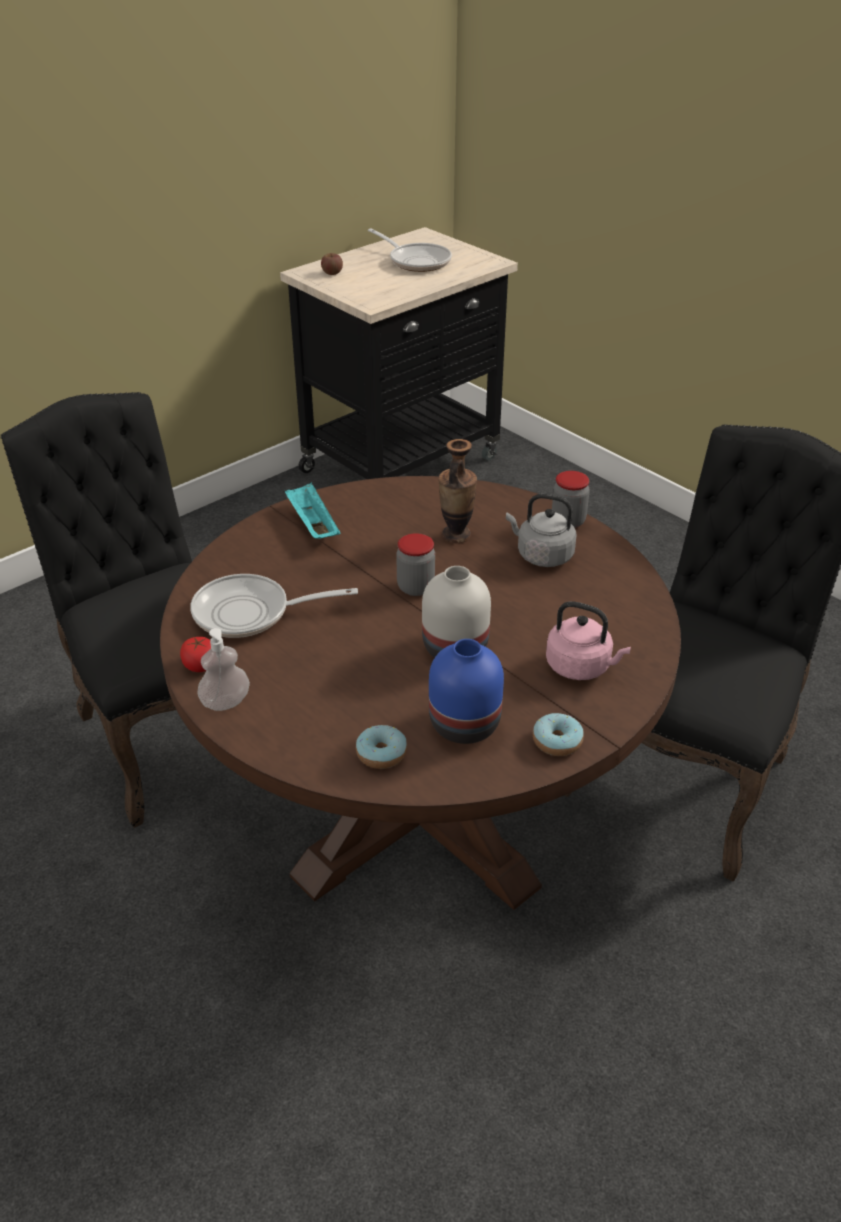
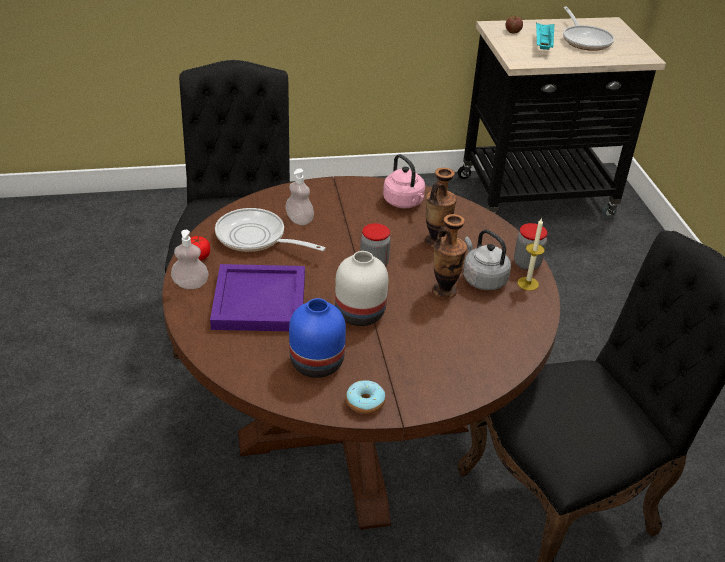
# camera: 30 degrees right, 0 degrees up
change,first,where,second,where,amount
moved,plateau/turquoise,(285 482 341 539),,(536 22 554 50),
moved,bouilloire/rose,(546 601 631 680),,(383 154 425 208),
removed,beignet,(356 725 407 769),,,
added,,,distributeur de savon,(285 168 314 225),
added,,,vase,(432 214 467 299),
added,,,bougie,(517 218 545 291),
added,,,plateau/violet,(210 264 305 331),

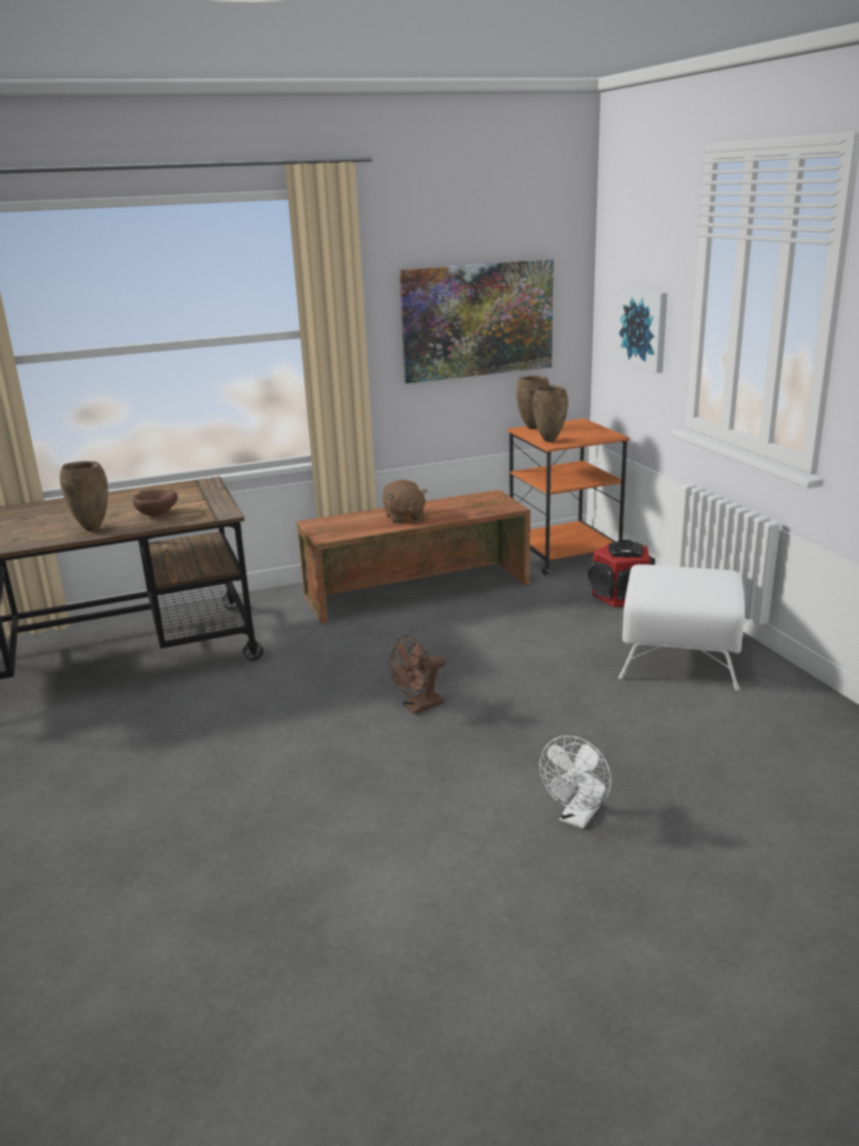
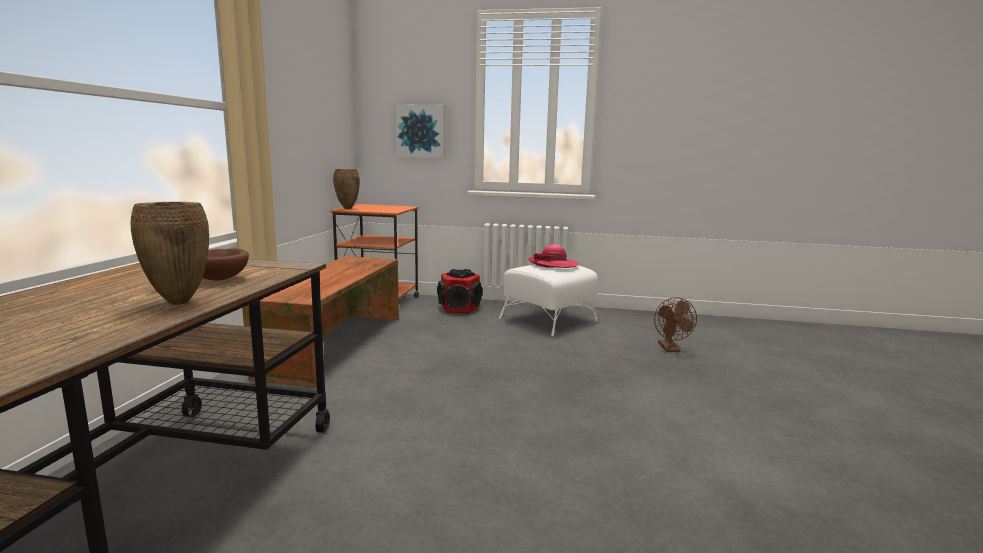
# camera: 60 degrees left, 10 degrees down
change,first,where,second,where,amount
removed,tableau,(399 259 554 384),,,
removed,vase/marron,(533 385 568 442),,,
removed,peluche/marron,(382 480 427 524),,,
moved,ventilateur/marron,(390 635 446 714),,(654 297 697 352),
removed,ventilateur/blanc,(539 736 611 829),,,
added,,,chapeau,(528 244 579 268),

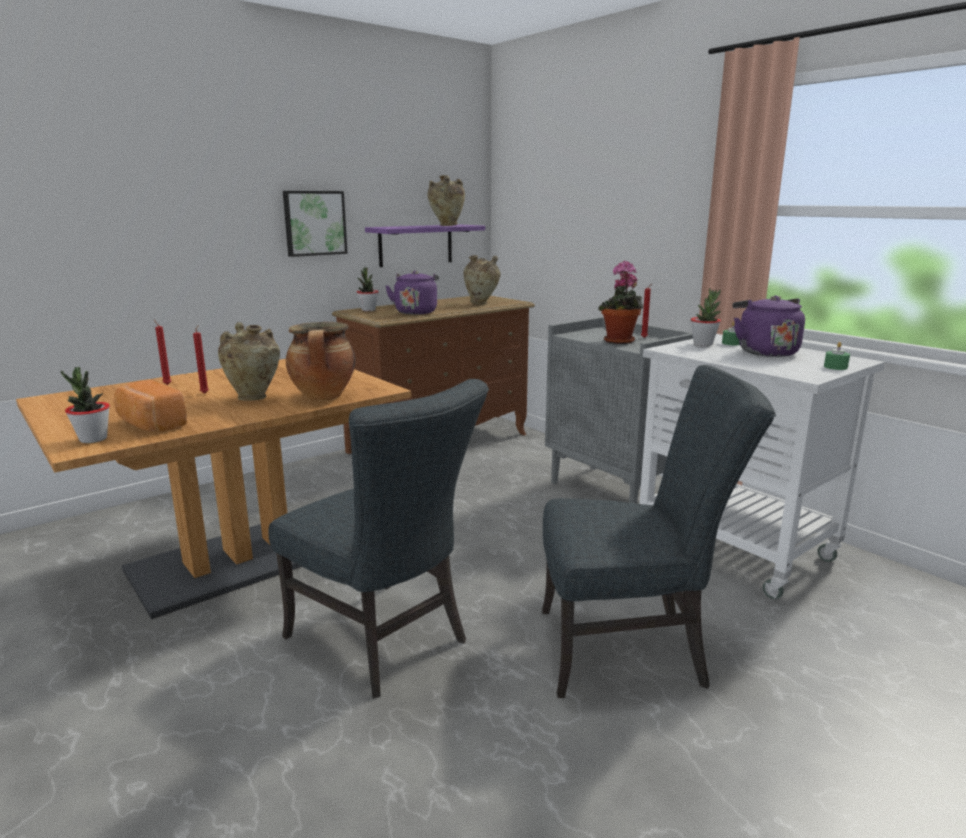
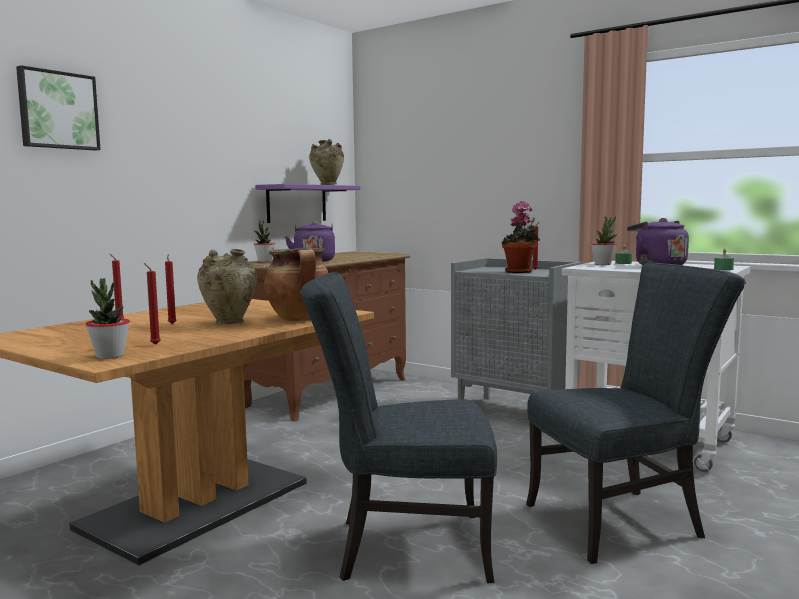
# camera: 15 degrees left, 10 degrees down
change,first,where,second,where,amount
moved,tableau,(283 191 348 257),,(16 65 100 151),
removed,vase/beige,(463 255 501 304),,,
turned,chaise/gris,(269 379 489 698),,(300 272 497 583),150 degrees clockwise
replaced,pain,(114 380 187 432),bougie/rouge,(144 263 161 345),

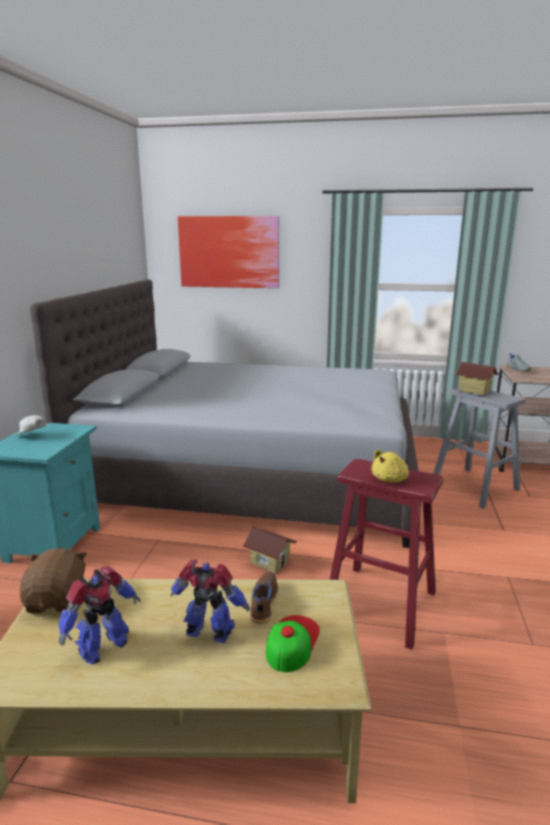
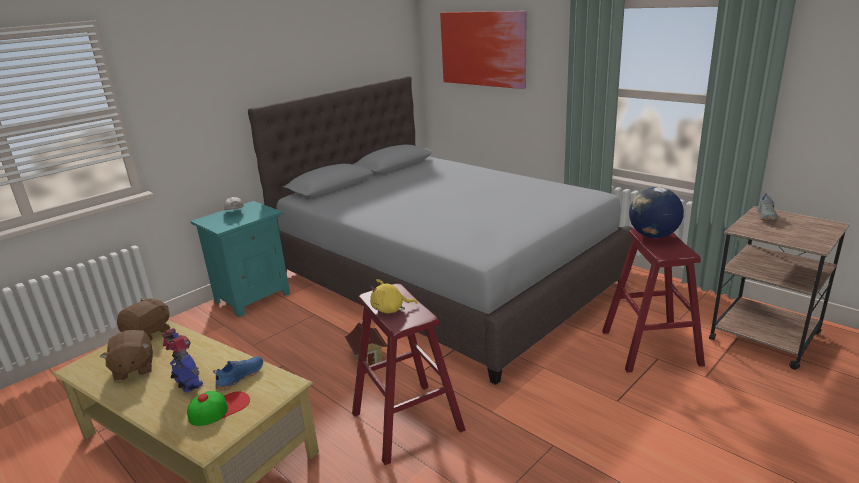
# camera: 35 degrees right, 5 degrees up
change,first,where,second,where,amount
replaced,maison miniature,(455 362 498 396),globe,(629 187 684 238),
recoloured,tabouret/gris,(433 388 526 509),tabouret/rouge,(602 229 705 373),
replaced,robot jouet,(58 566 141 665),peluche/marron,(100 330 153 381),
recoloured,chaussure/marron,(250 572 278 624),chaussure/bleu,(213 356 263 390),

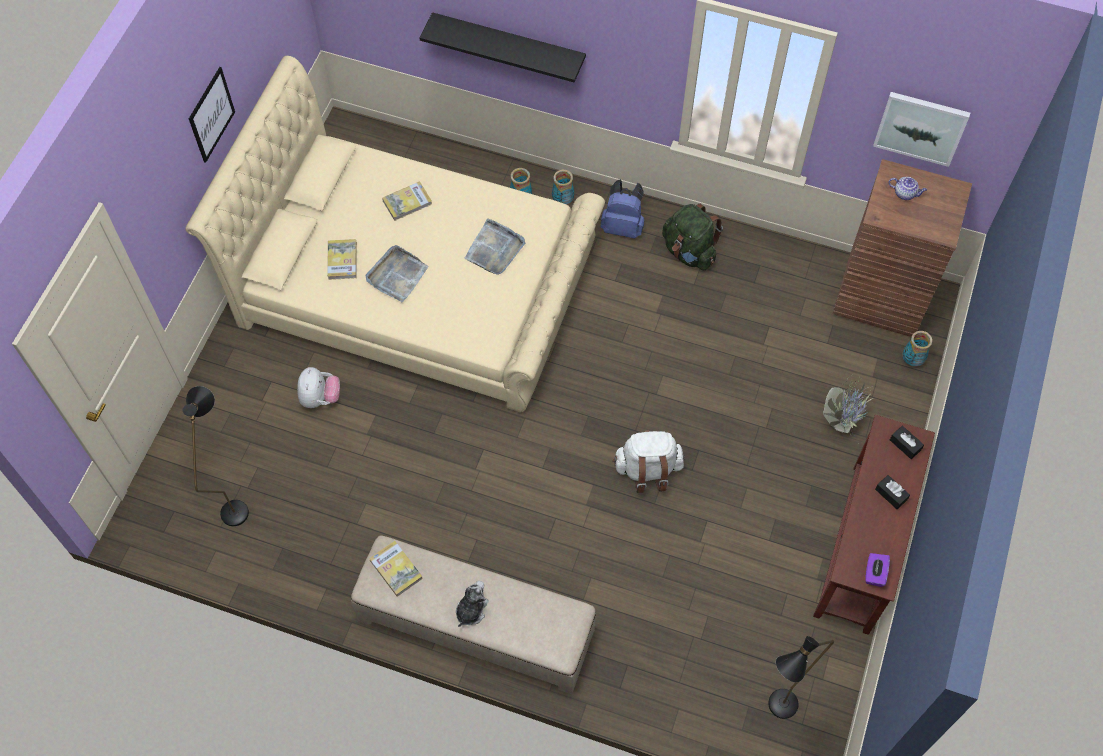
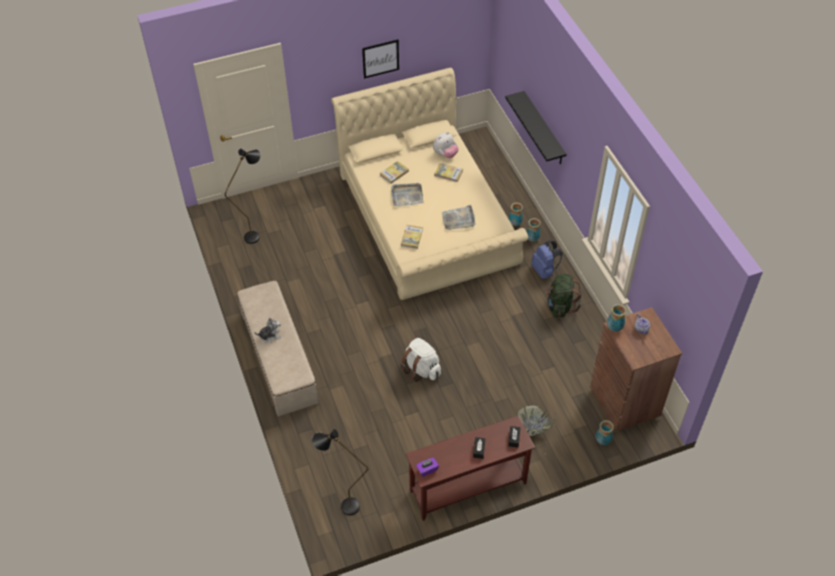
# camera: 50 degrees right, 10 degrees down
change,first,where,second,where,amount
removed,tableau,(873 92 970 167),,,
moved,peluche,(297 367 340 408),,(433 132 459 158),
moved,livre,(369 541 423 597),,(401 225 423 249),
added,,,vase,(607 304 626 332),

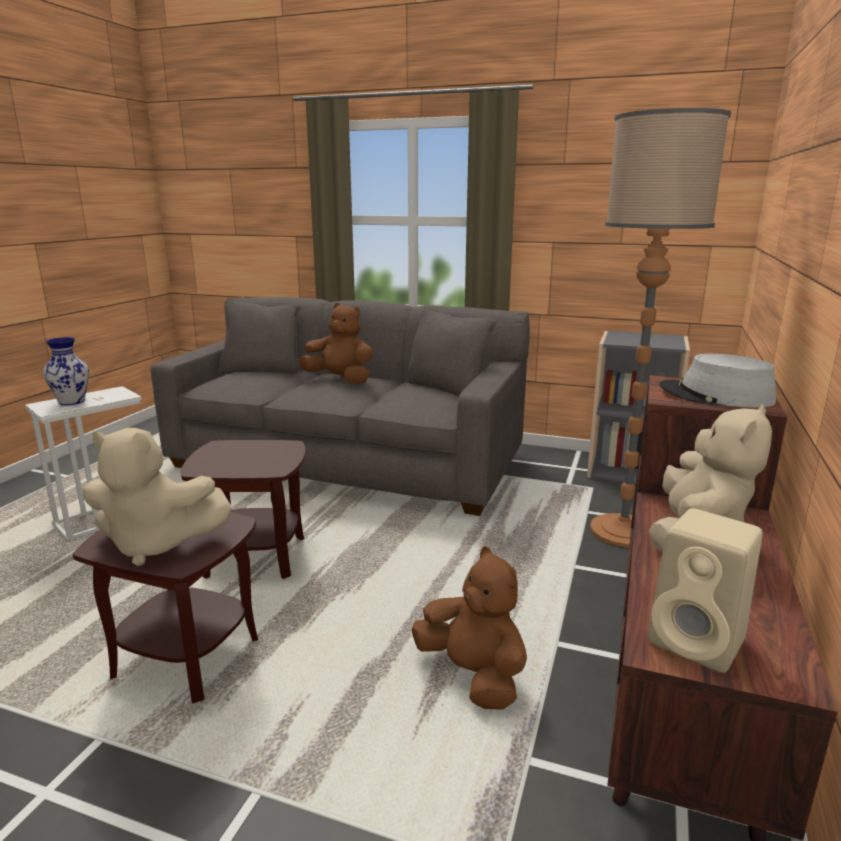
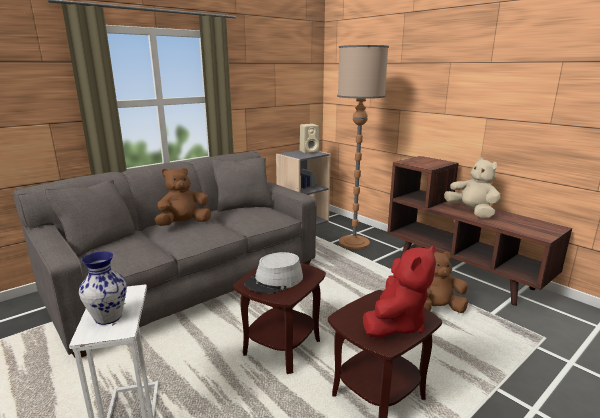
# camera: 60 degrees left, 0 degrees up
change,first,where,second,where,amount
moved,chapeau/gris,(659 354 776 408),,(244 252 303 294),
recoloured,peluche/beige,(83 428 232 566),peluche/rouge,(363 245 436 338),
moved,enceinte/beige,(648 508 762 673),,(300 124 319 153),

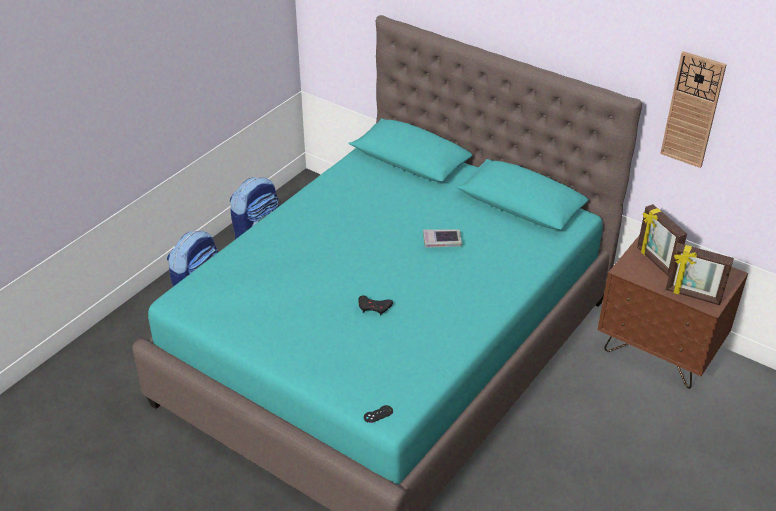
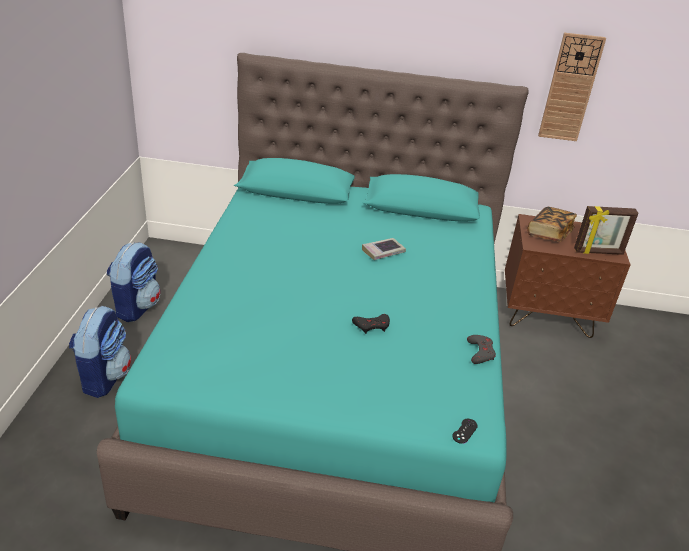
# camera: 30 degrees left, 5 degrees down
change,first,where,second,where,amount
replaced,cadre photo,(637 204 687 276),livre,(528 207 577 242),
added,,,manette/gris,(467 335 496 364),

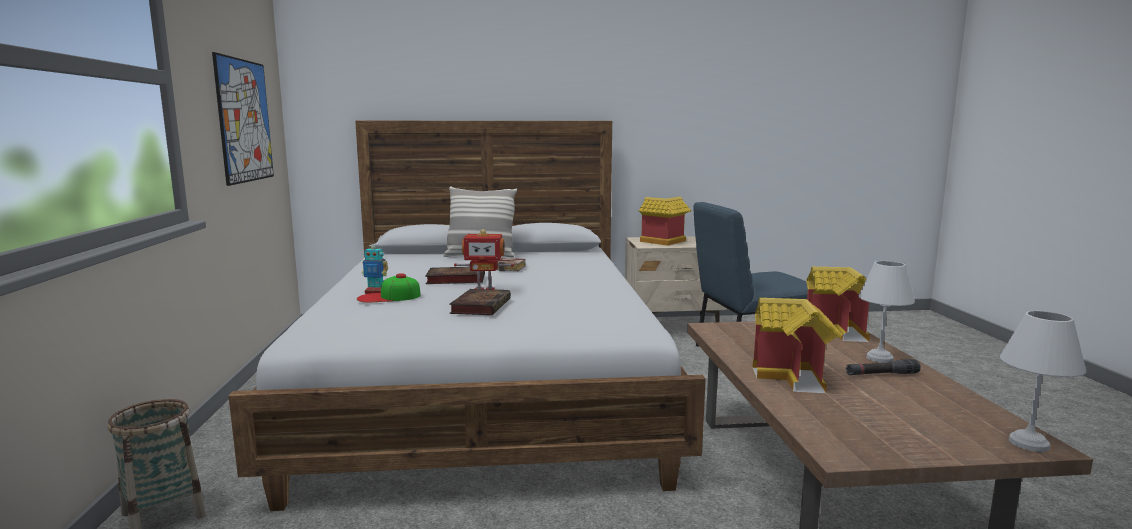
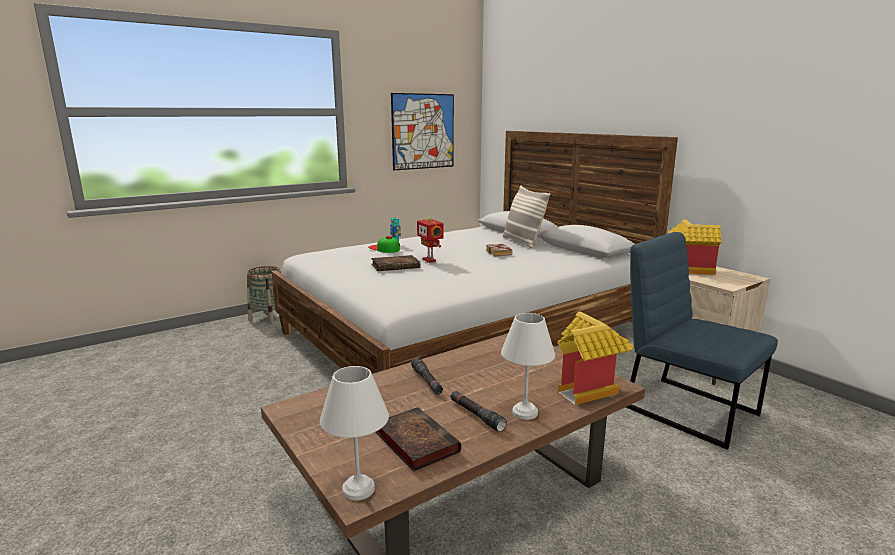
# camera: 60 degrees right, 5 degrees up
change,first,where,second,where,amount
moved,livre,(425 267 485 284),,(376 407 461 472),
replaced,maison miniature,(753 298 842 393),lampe de poche/noir,(411 358 443 395),

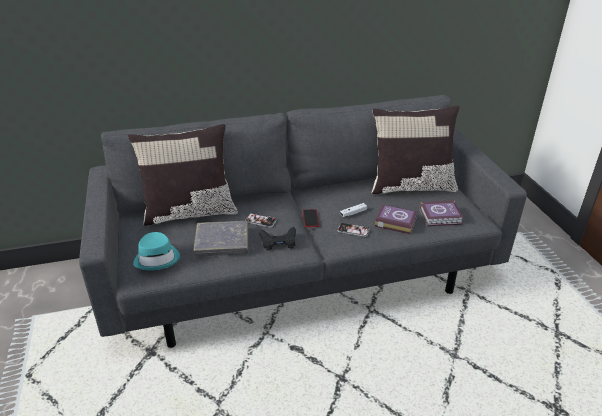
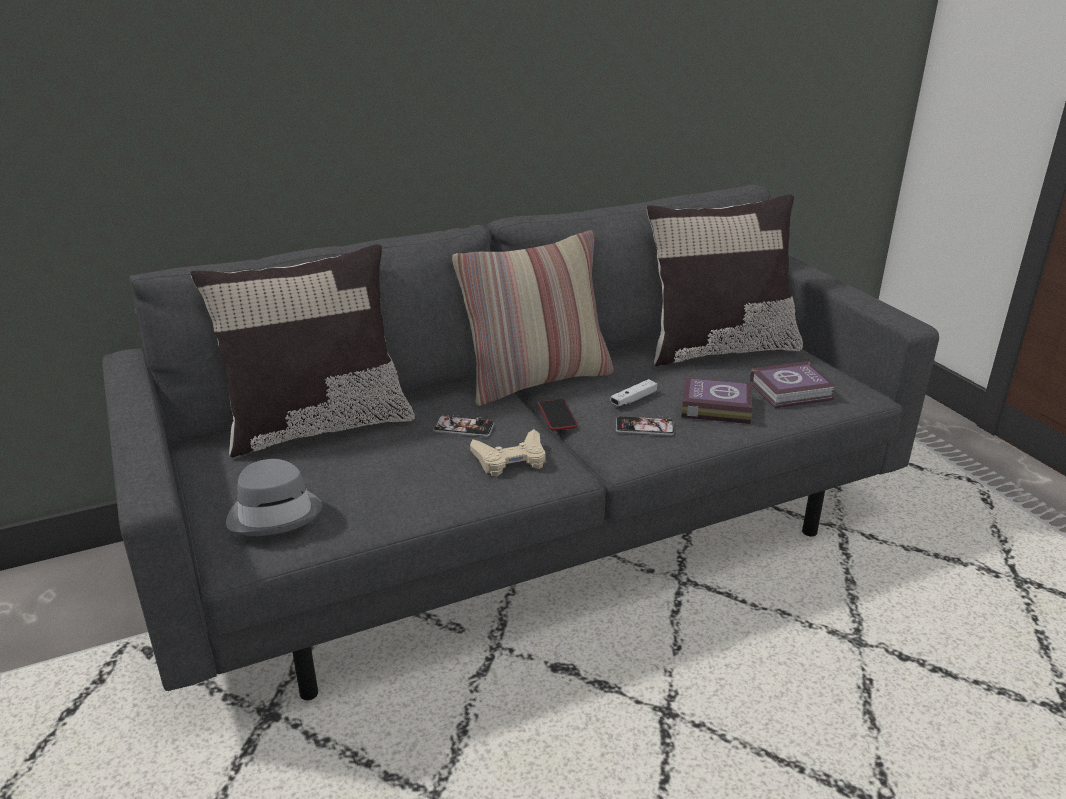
# camera: 10 degrees left, 5 degrees down
change,first,where,second,where,amount
removed,livre/gris,(193 221 248 257),,,
recoloured,manette/noir,(259 227 296 250),manette/beige,(470 429 546 476),
recoloured,chapeau/turquoise,(133 232 180 270),chapeau/gris,(226 459 323 536),
added,,,coussin,(452 230 614 406),

